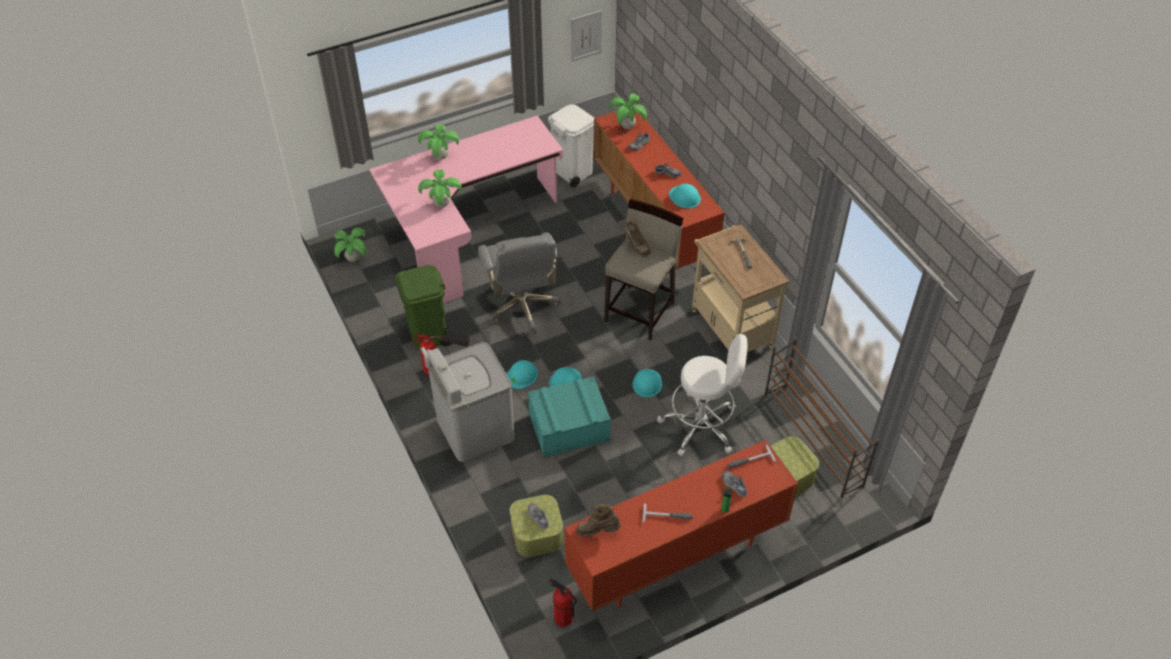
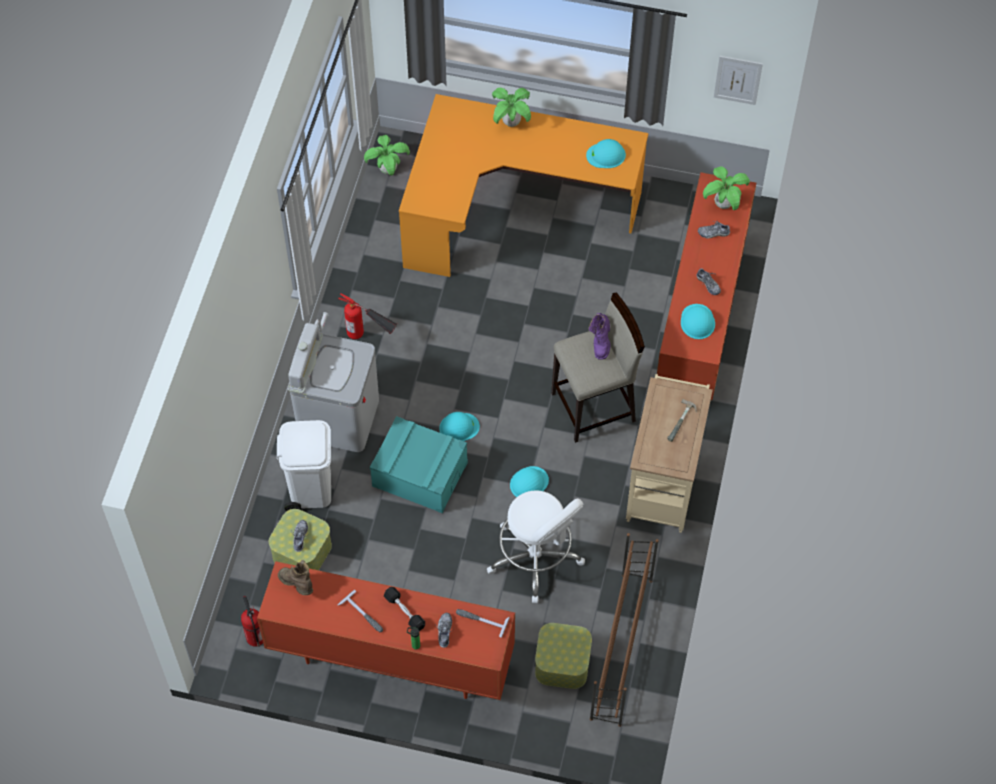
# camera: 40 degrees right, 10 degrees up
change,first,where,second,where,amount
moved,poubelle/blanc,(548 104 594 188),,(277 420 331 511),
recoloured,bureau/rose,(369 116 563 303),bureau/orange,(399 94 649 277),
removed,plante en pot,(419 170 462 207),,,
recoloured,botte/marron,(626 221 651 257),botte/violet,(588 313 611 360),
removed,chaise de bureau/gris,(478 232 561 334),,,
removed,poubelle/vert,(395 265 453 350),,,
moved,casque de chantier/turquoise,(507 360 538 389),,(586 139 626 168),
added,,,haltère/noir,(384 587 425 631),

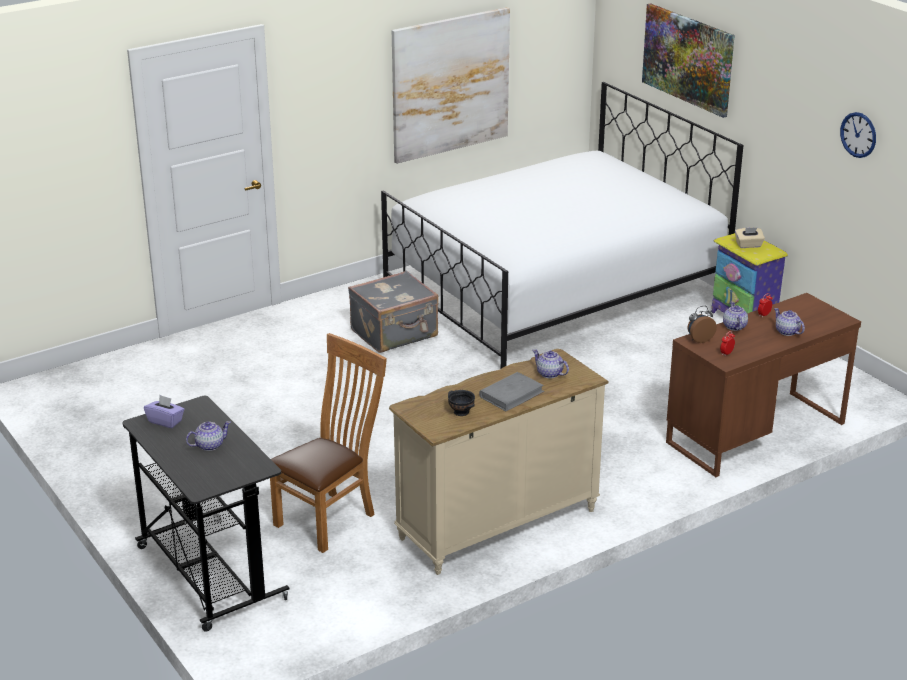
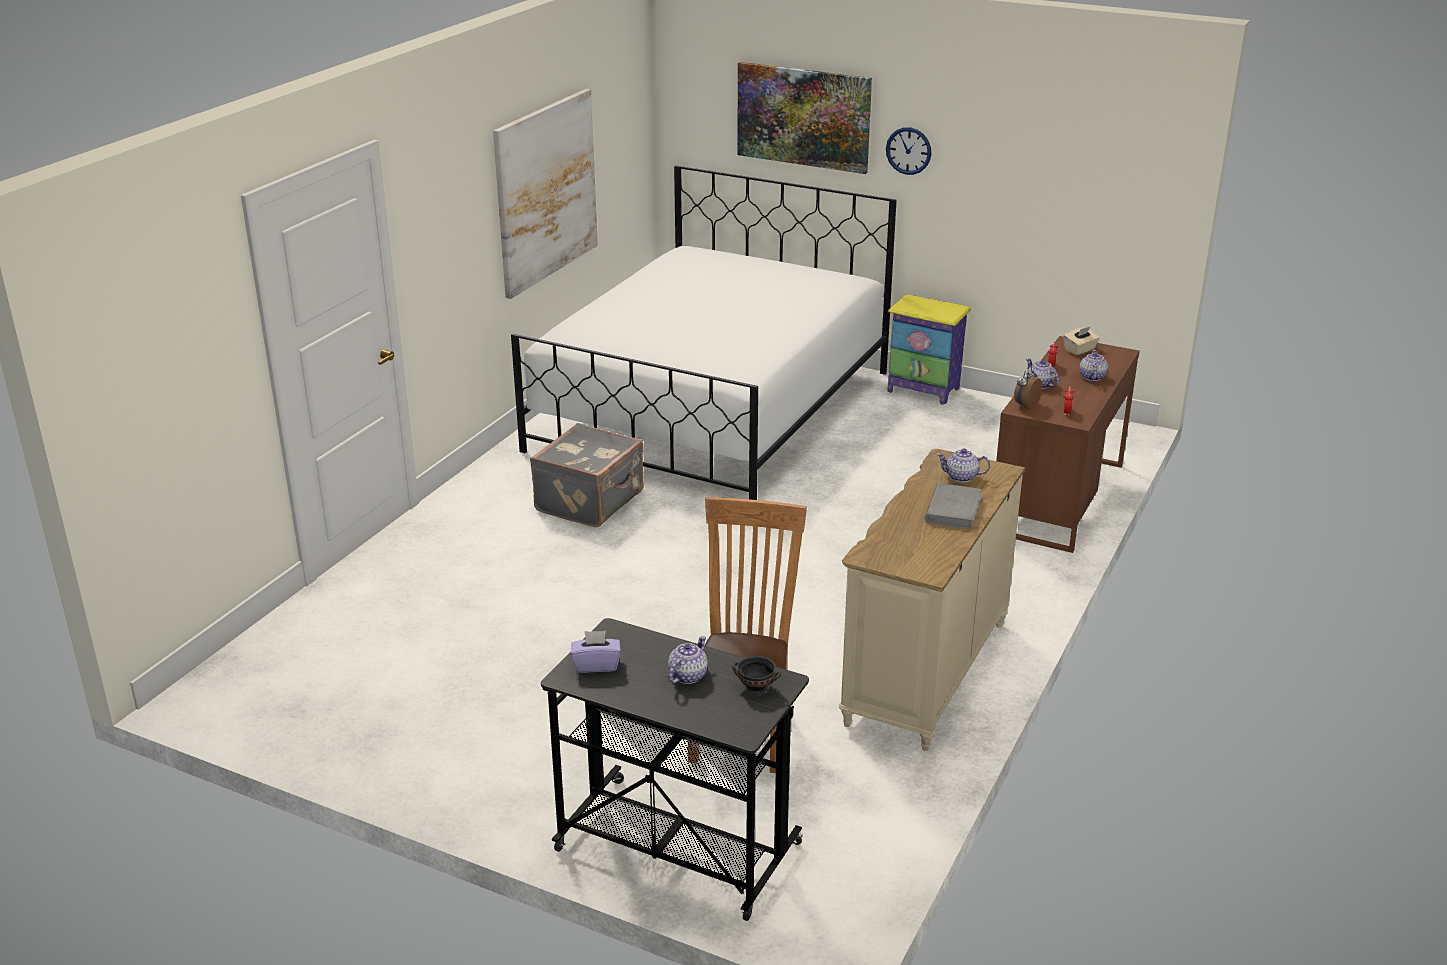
# camera: 30 degrees left, 0 degrees up
change,first,where,second,where,amount
moved,horloge murale,(840 112 876 158),,(886 127 931 175),
moved,boîte à mouchoirs/beige,(735 227 765 248),,(1063 326 1100 355),
turned,théière,(774 308 805 336),,(1079 350 1108 381),75 degrees clockwise
moved,bol/noir,(448 390 475 416),,(732 656 781 695),

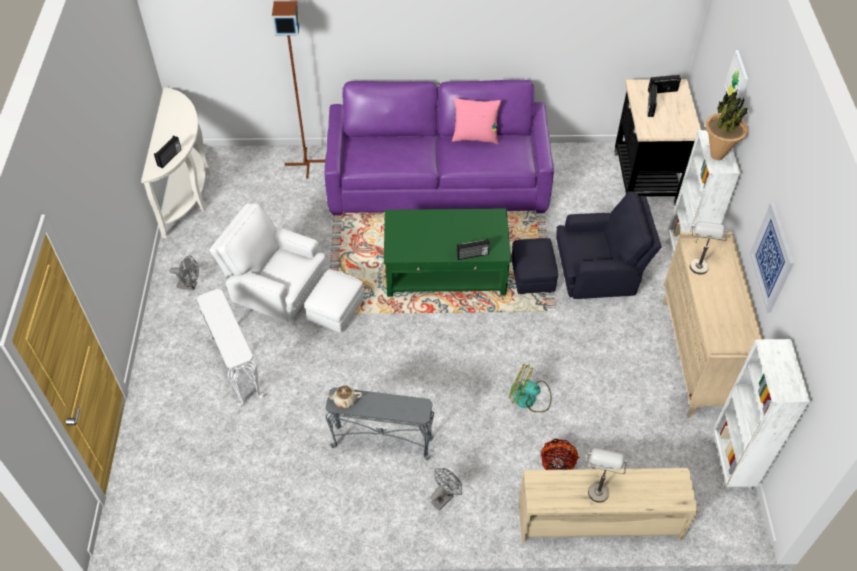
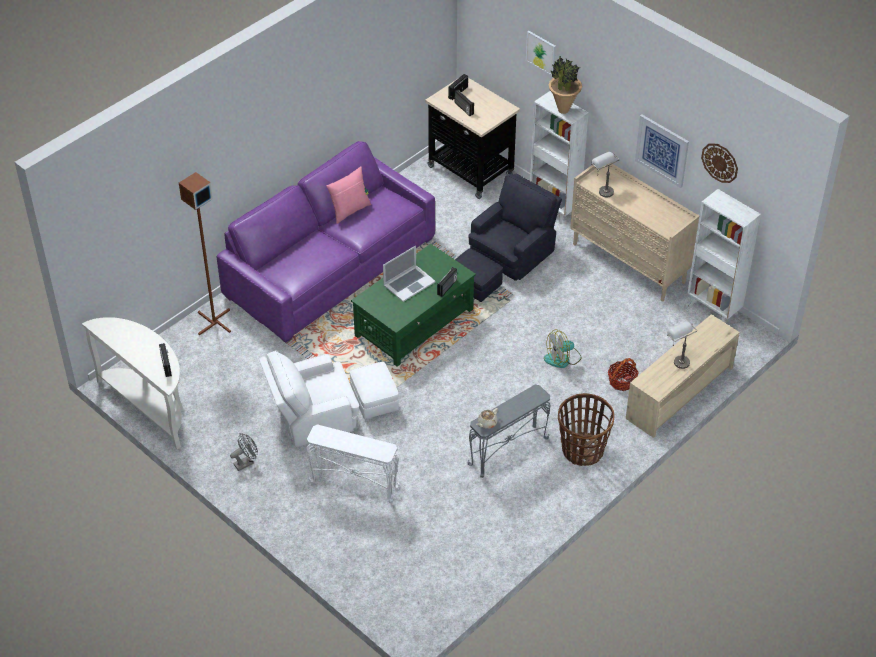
# camera: 45 degrees left, 5 degrees down
change,first,where,second,where,amount
replaced,ventilateur/gris,(430 468 462 511),panier,(558 393 614 466),
added,,,horloge murale,(701 144 738 183),
added,,,ordinateur portable,(383 245 436 302),

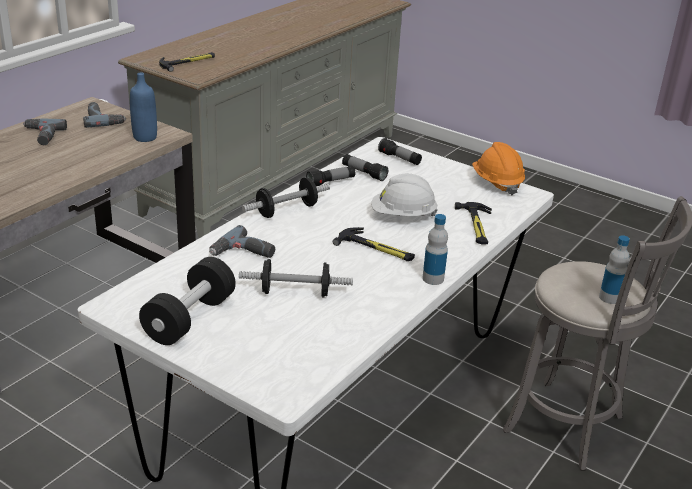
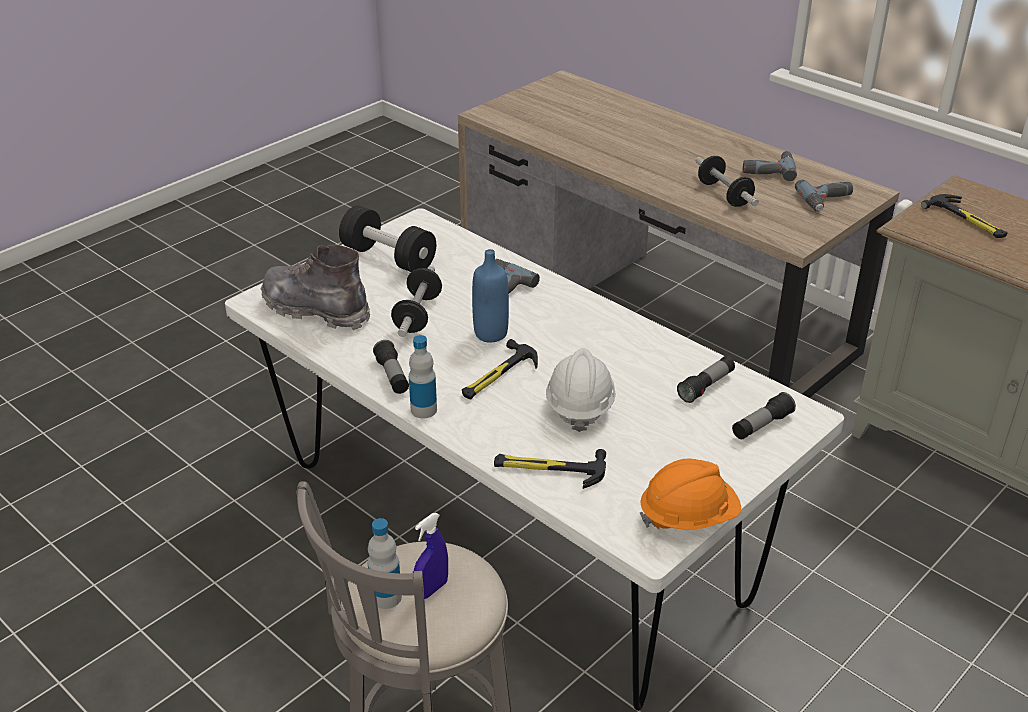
# camera: 100 degrees right, 5 degrees up
change,first,where,second,where,amount
moved,bouteille/bleu,(130 72 157 142),,(472 249 509 343),
moved,lampe de poche,(306 165 355 186),,(373 340 409 394),
moved,haltère,(242 177 330 218),,(696 156 759 207),
added,,,botte/gris,(261 245 370 330),
added,,,vaporisateur/bleu,(414 513 448 599),

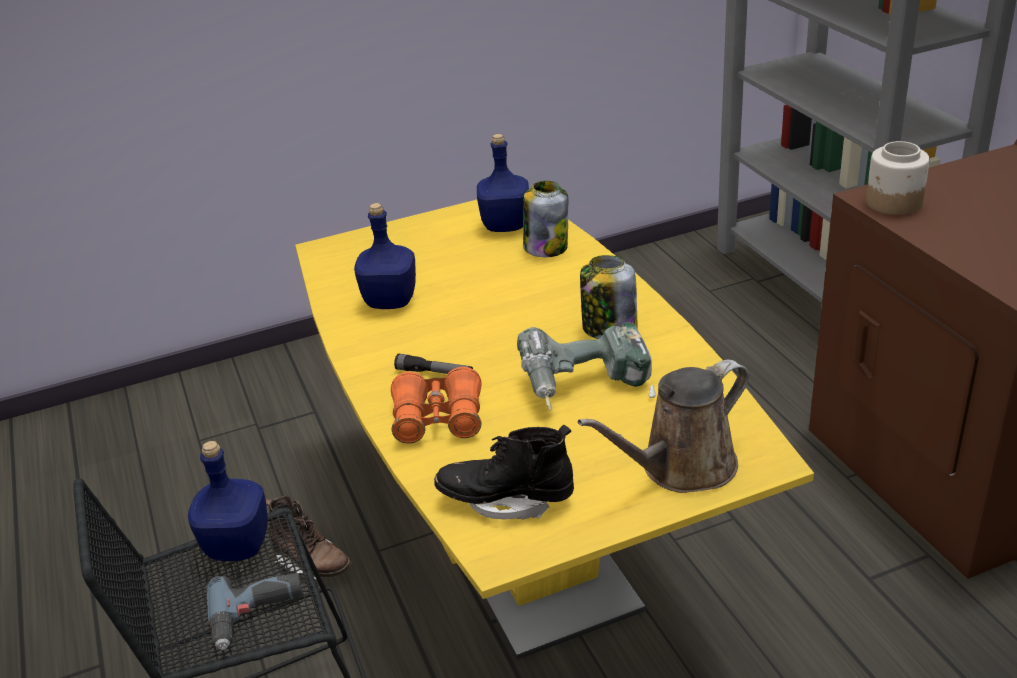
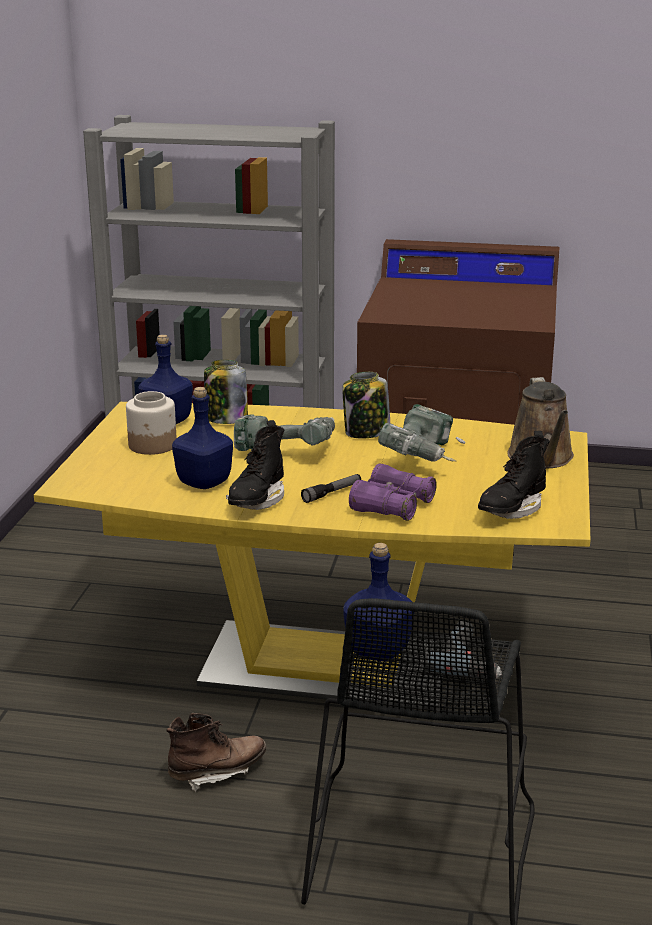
# camera: 60 degrees left, 10 degrees down
change,first,where,second,where,amount
moved,bocal,(866 141 930 215),,(126 391 177 455),
recoloured,jumelles/orange,(391 367 482 444),jumelles/violet,(349 463 437 521),
added,,,perceuse,(234 414 335 451),
added,,,botte/noir,(226 420 284 510),

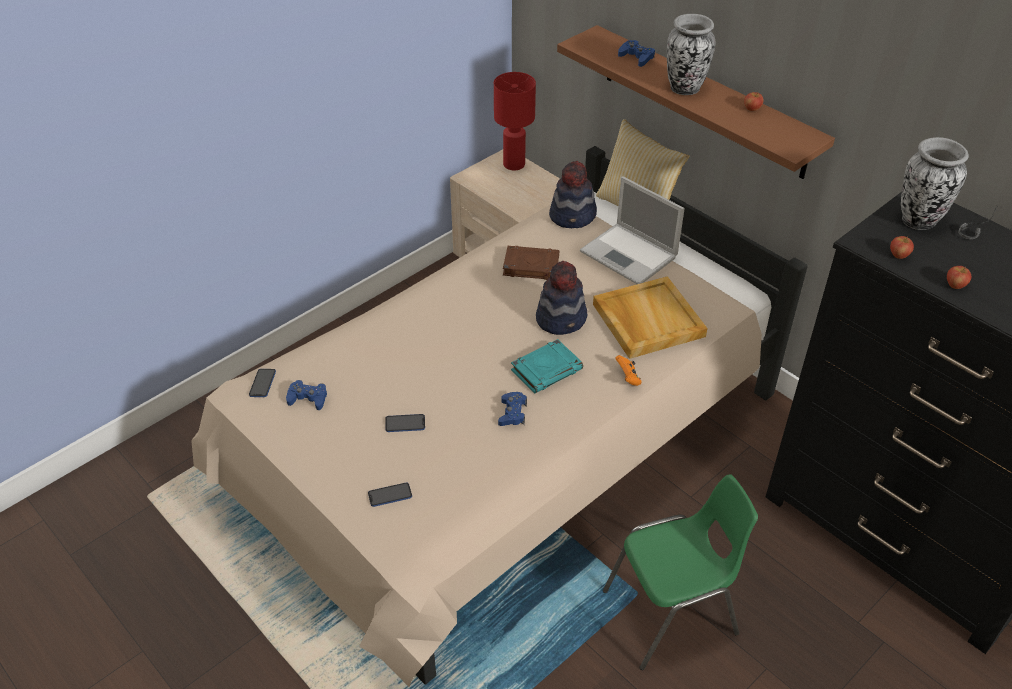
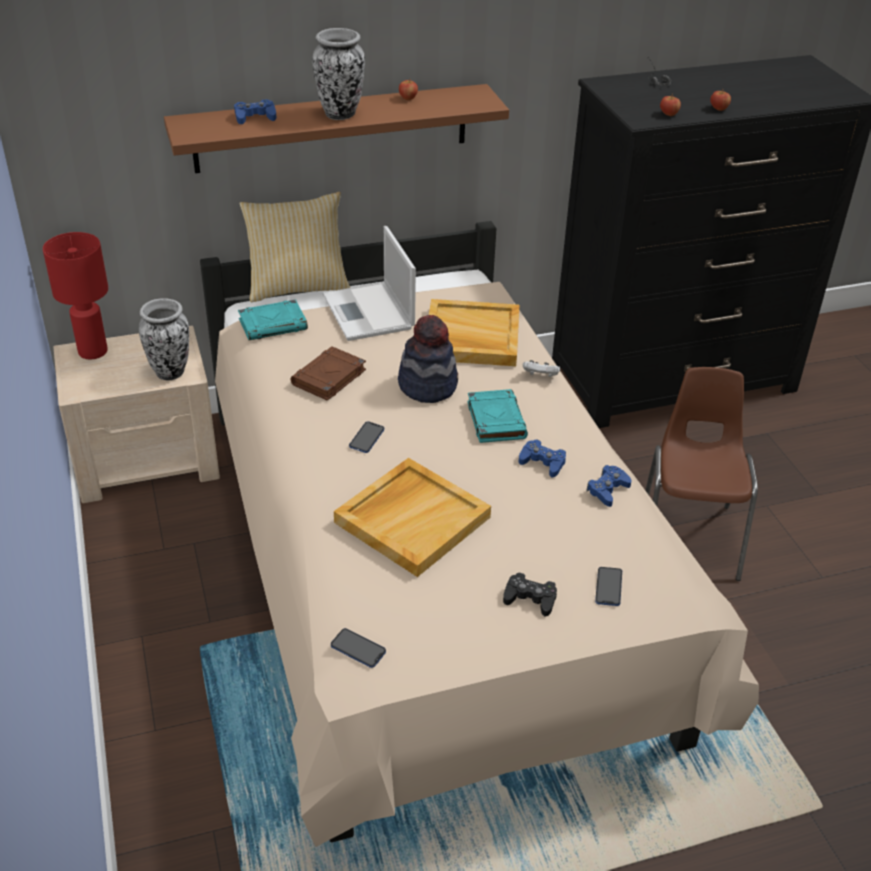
# camera: 65 degrees left, 5 degrees down
change,first,where,second,where,amount
moved,vase,(901 137 969 230),,(139 298 189 380),
replaced,chapeau,(549 161 597 228),livre/turquoise,(238 299 308 340),
turned,ordinateur portable,(580 176 685 284),,(323 226 416 341),90 degrees clockwise
recoloured,manette/orange,(615 355 642 386),manette/blanc,(523 360 560 378),
moved,manette/bleu,(286 380 327 410),,(586 465 631 507),
moved,téléphone,(385 414 425 432),,(349 421 384 453),
recoloured,chaise/vert,(603 474 758 670),chaise/marron,(645 367 758 581),
added,,,plateau/beige,(334 458 491 577),
added,,,manette/noir,(503 572 557 617),

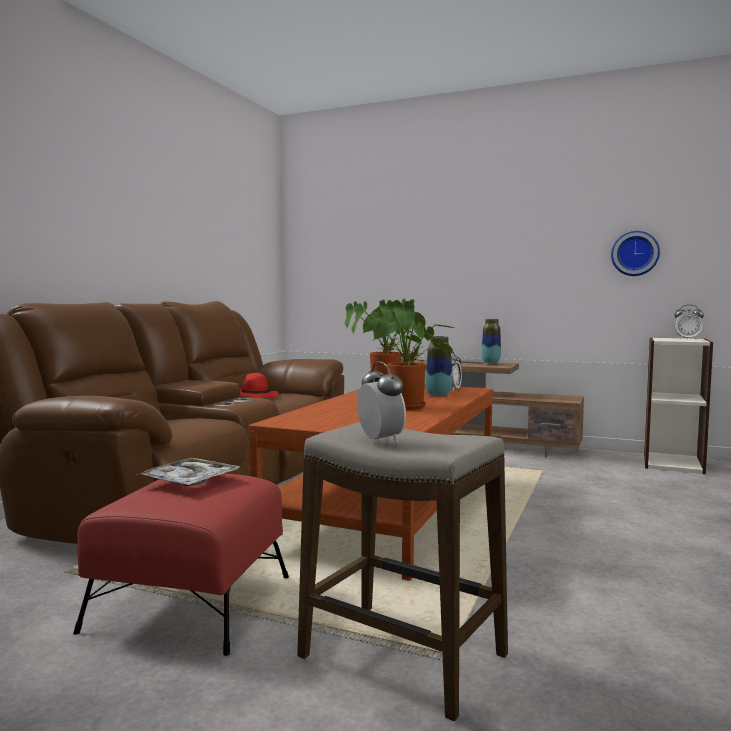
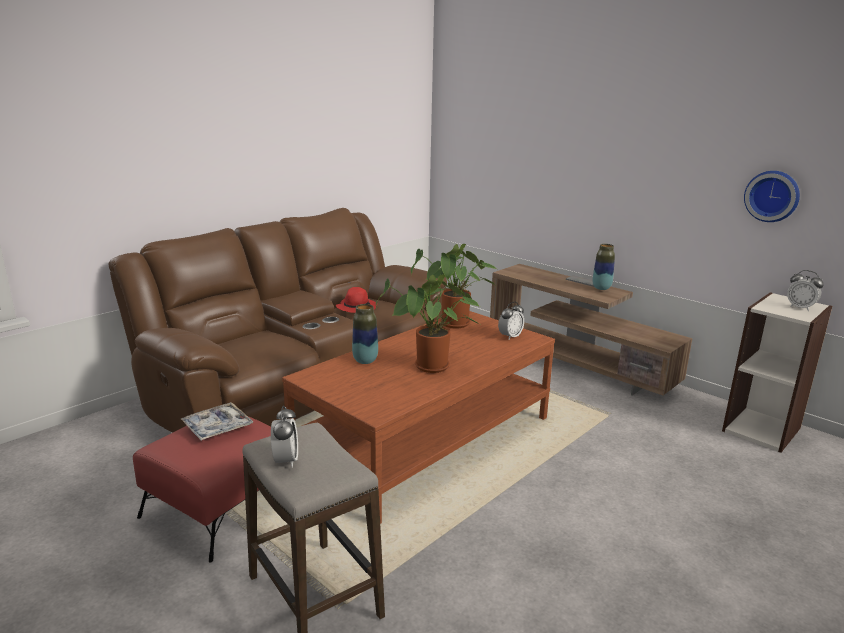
# camera: 20 degrees right, 15 degrees up
change,first,where,second,where,amount
moved,vase,(426 336 452 397),,(352 304 378 364),

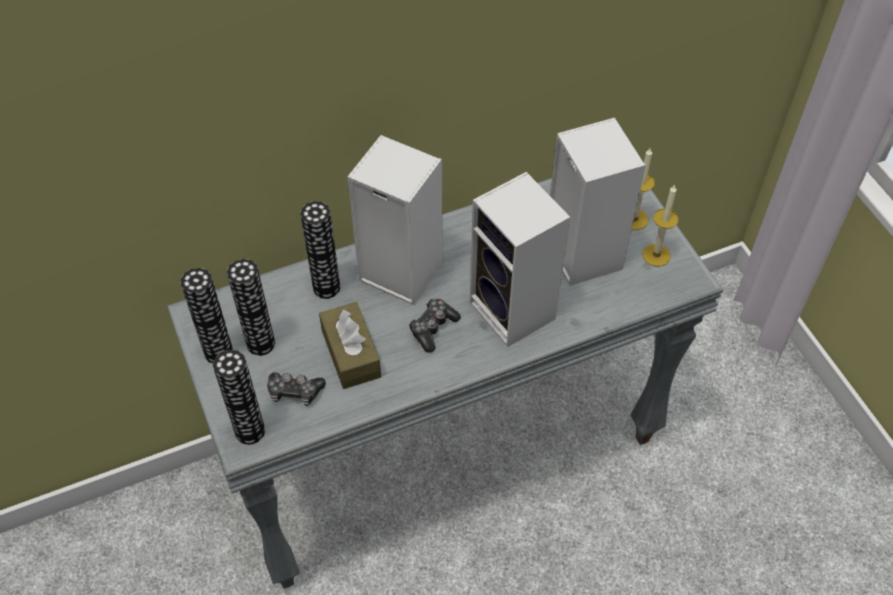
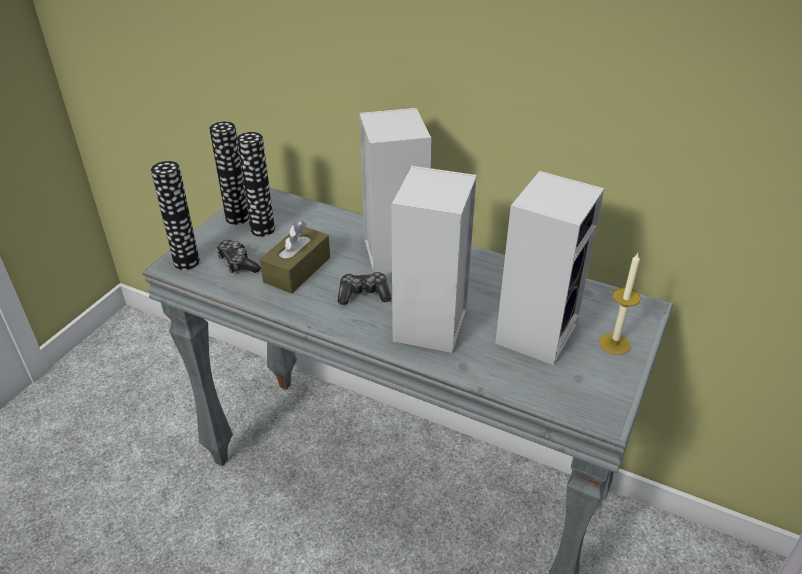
# camera: 50 degrees right, 15 degrees down
change,first,where,second,where,amount
removed,bougie,(642 184 679 266),,,
removed,vase,(300 201 340 299),,,

